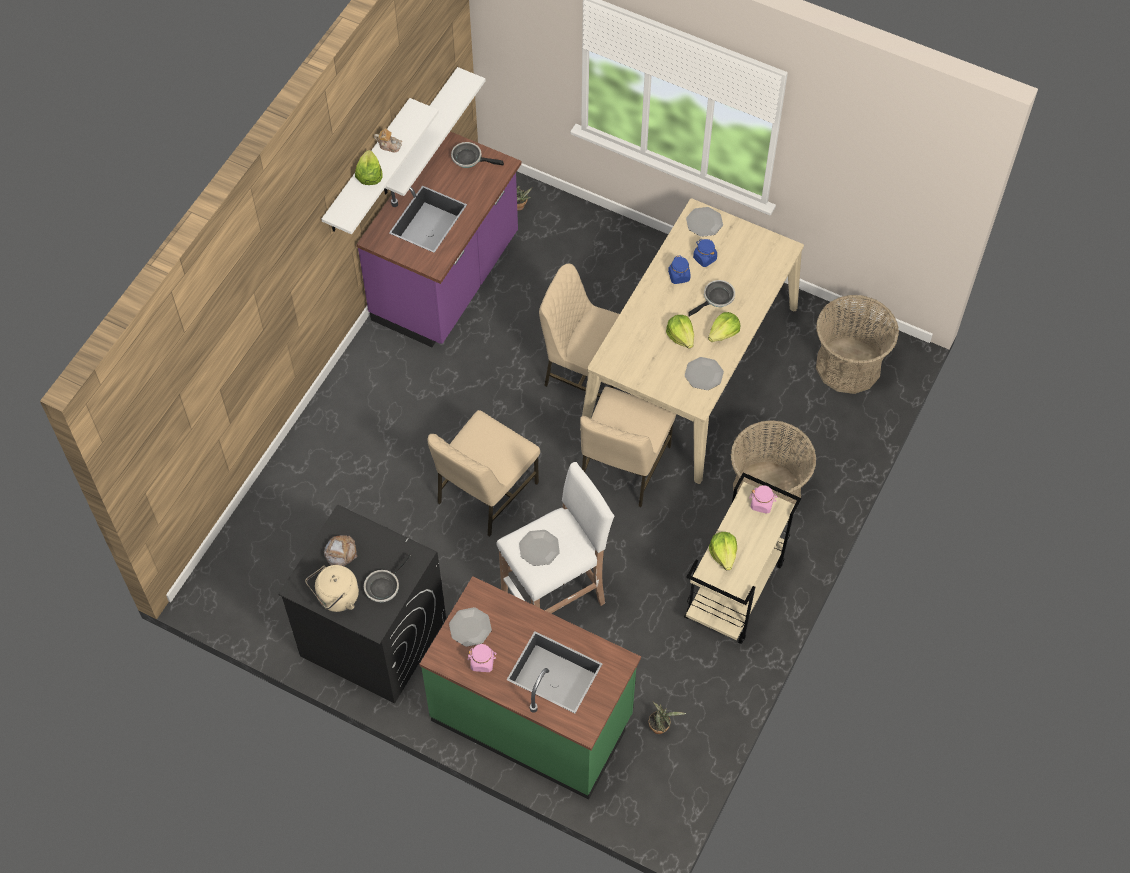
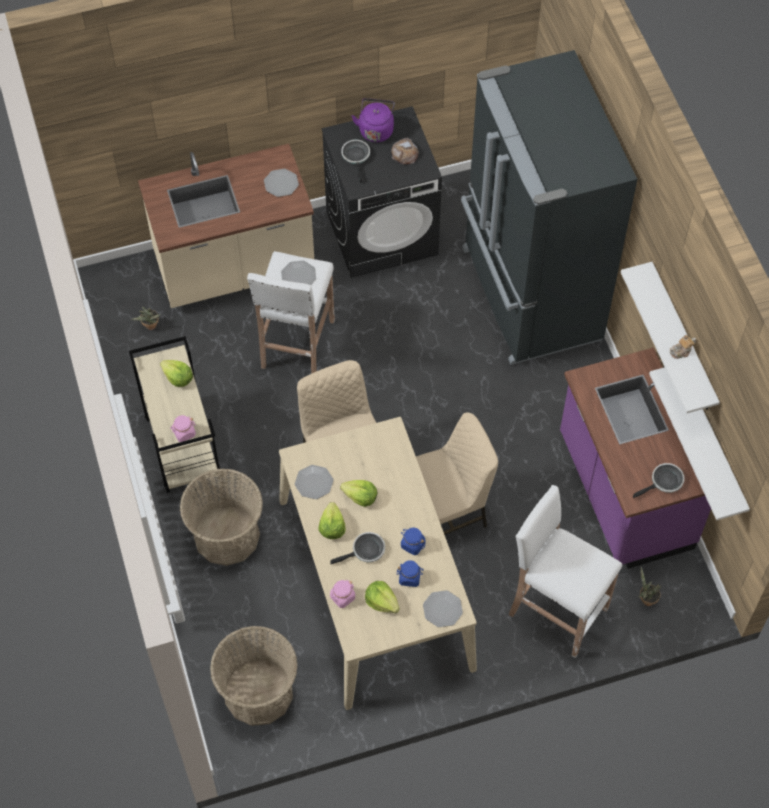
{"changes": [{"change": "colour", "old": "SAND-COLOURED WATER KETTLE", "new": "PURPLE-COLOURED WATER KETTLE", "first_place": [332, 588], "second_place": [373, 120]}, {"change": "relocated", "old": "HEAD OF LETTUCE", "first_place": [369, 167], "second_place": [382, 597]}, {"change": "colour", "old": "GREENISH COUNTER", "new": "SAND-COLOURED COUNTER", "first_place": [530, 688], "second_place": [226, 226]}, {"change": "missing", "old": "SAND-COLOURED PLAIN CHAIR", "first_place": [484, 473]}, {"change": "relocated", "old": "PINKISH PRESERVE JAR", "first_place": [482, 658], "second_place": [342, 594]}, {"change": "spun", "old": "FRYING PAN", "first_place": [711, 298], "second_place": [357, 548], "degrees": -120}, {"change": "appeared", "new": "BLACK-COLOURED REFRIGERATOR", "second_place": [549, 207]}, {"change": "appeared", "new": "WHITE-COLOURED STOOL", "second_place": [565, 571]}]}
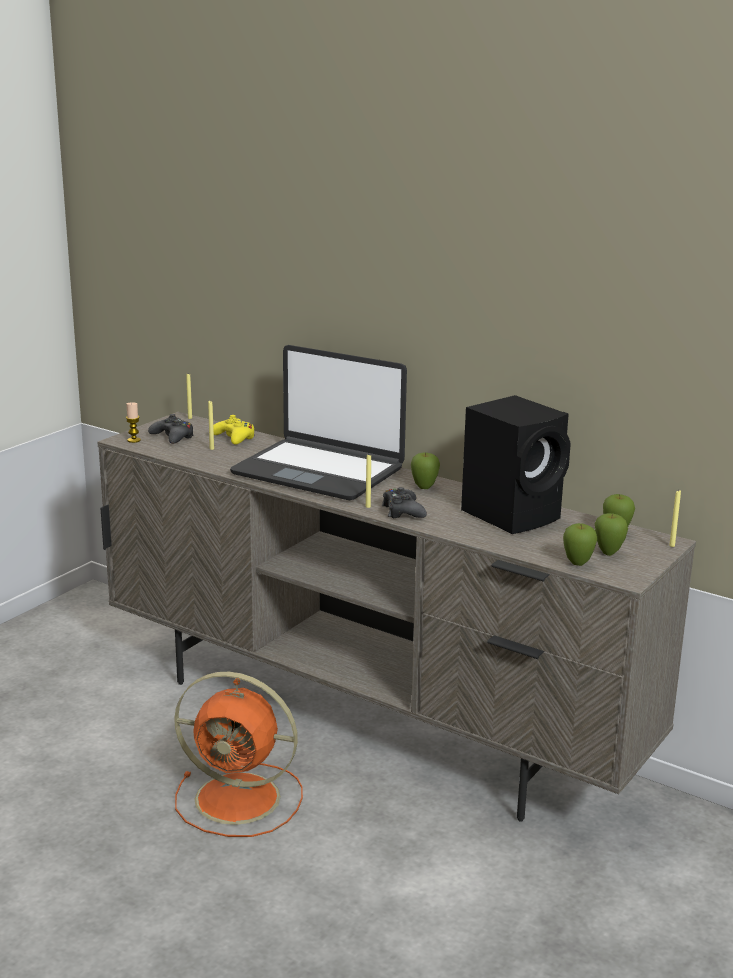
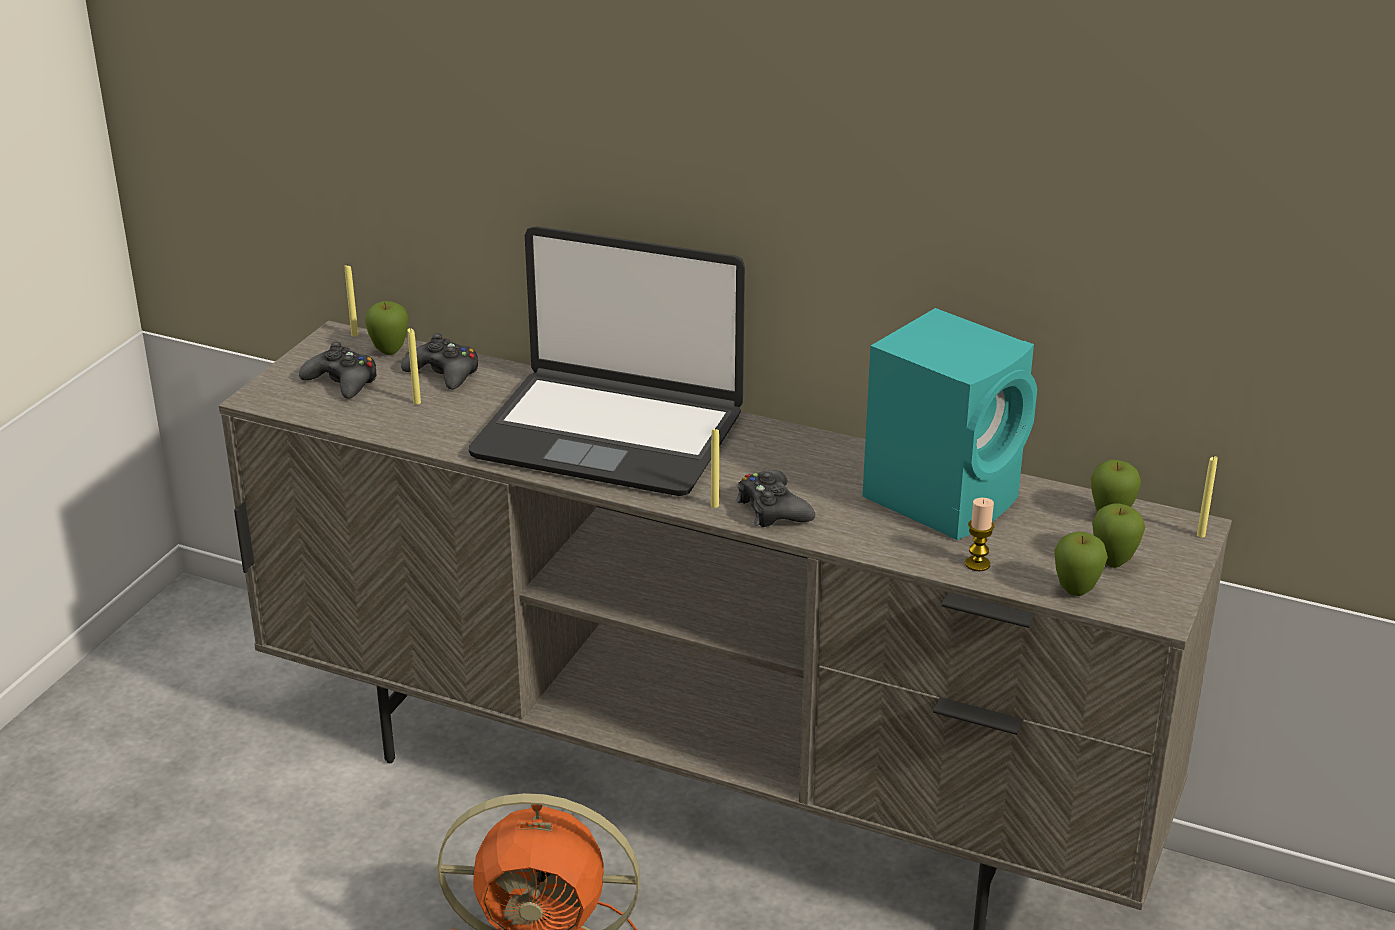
{"changes": [{"change": "relocated", "old": "CANDLE", "first_place": [133, 422], "second_place": [979, 534]}, {"change": "colour", "old": "YELLOW GAMEPAD", "new": "BLACK-COLOURED GAMEPAD", "first_place": [233, 430], "second_place": [439, 361]}, {"change": "relocated", "old": "APPLE", "first_place": [425, 470], "second_place": [386, 328]}, {"change": "colour", "old": "BLACK-COLOURED AUDIO SPEAKER", "new": "BLUE-GREEN AUDIO SPEAKER", "first_place": [516, 464], "second_place": [949, 424]}]}
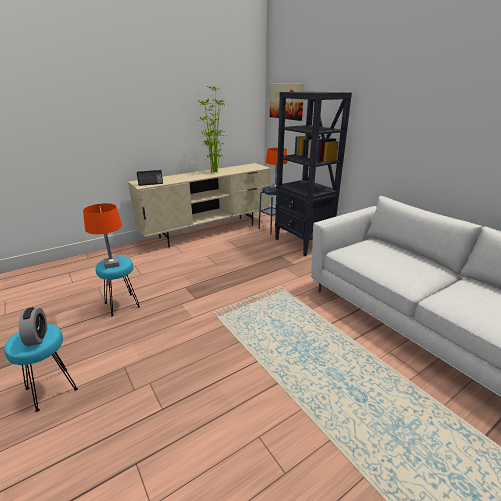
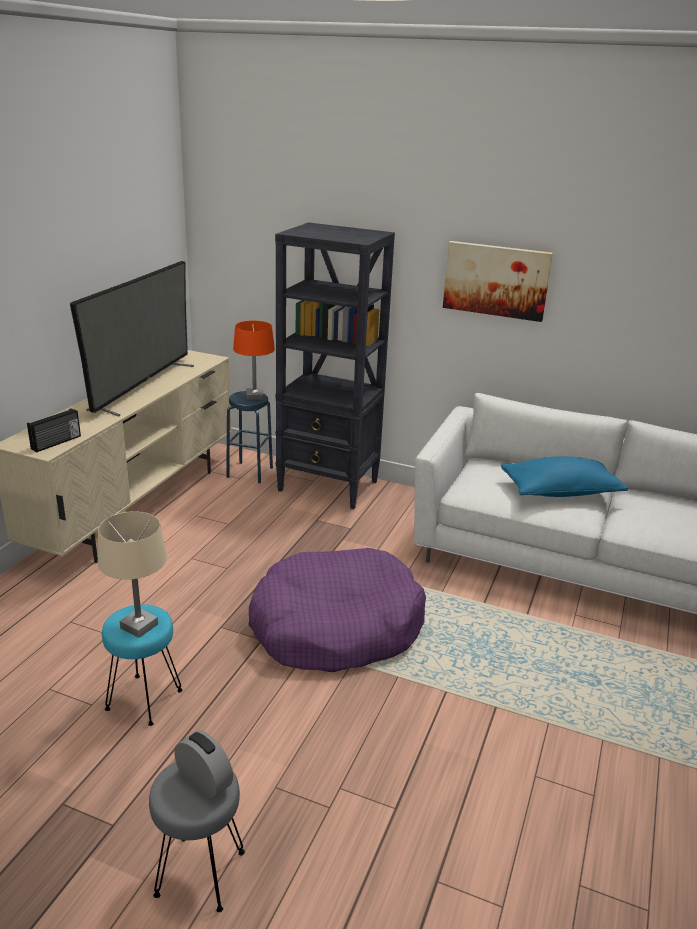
{"changes": [{"change": "colour", "old": "BLUE-GREEN STOOL", "new": "GRAY STOOL", "first_place": [41, 368], "second_place": [197, 837]}, {"change": "colour", "old": "ORANGE TABLETOP LAMP", "new": "SAND-COLOURED TABLETOP LAMP", "first_place": [102, 236], "second_place": [132, 574]}, {"change": "exchanged", "old": "POTTED PLANT", "new": "TELEVISION", "first_place": [212, 129], "second_place": [132, 339]}, {"change": "relocated", "old": "PICTURE", "first_place": [287, 102], "second_place": [498, 281]}, {"change": "appeared", "new": "PURPLE-COLOURED DOG BED", "second_place": [337, 610]}, {"change": "appeared", "new": "BLUE-COLOURED THROW PILLOW", "second_place": [564, 476]}]}
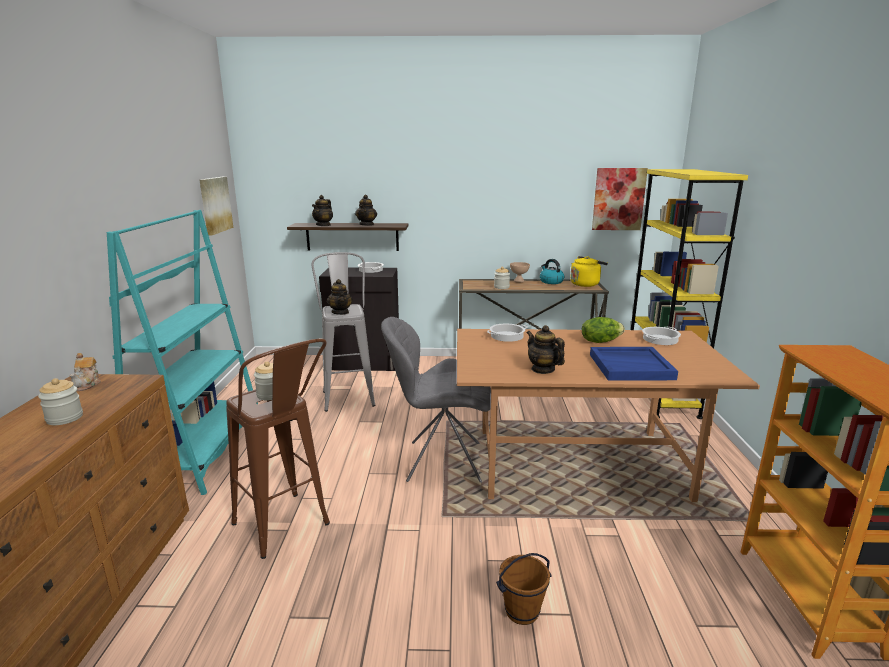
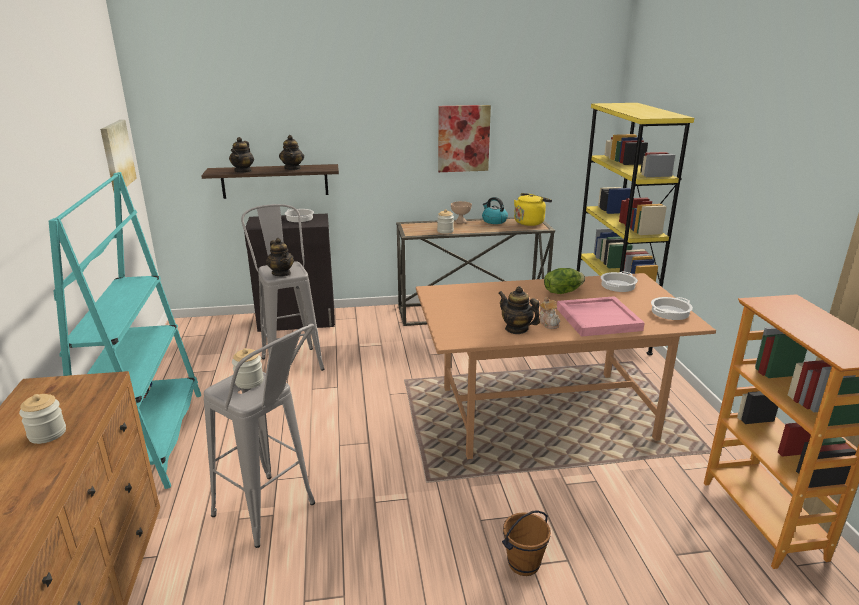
{"changes": [{"change": "relocated", "old": "TEA POT", "first_place": [85, 372], "second_place": [550, 313]}, {"change": "colour", "old": "BROWNISH STOOL", "new": "GRAY STOOL", "first_place": [278, 448], "second_place": [259, 436]}, {"change": "missing", "old": "GRAY PLAIN CHAIR", "first_place": [436, 400]}, {"change": "relocated", "old": "COOKING POT", "first_place": [507, 333], "second_place": [672, 308]}, {"change": "colour", "old": "BLUE-COLOURED CARRYING TRAY", "new": "PINKISH CARRYING TRAY", "first_place": [634, 364], "second_place": [600, 316]}, {"change": "relocated", "old": "PICTURE", "first_place": [620, 199], "second_place": [464, 138]}]}
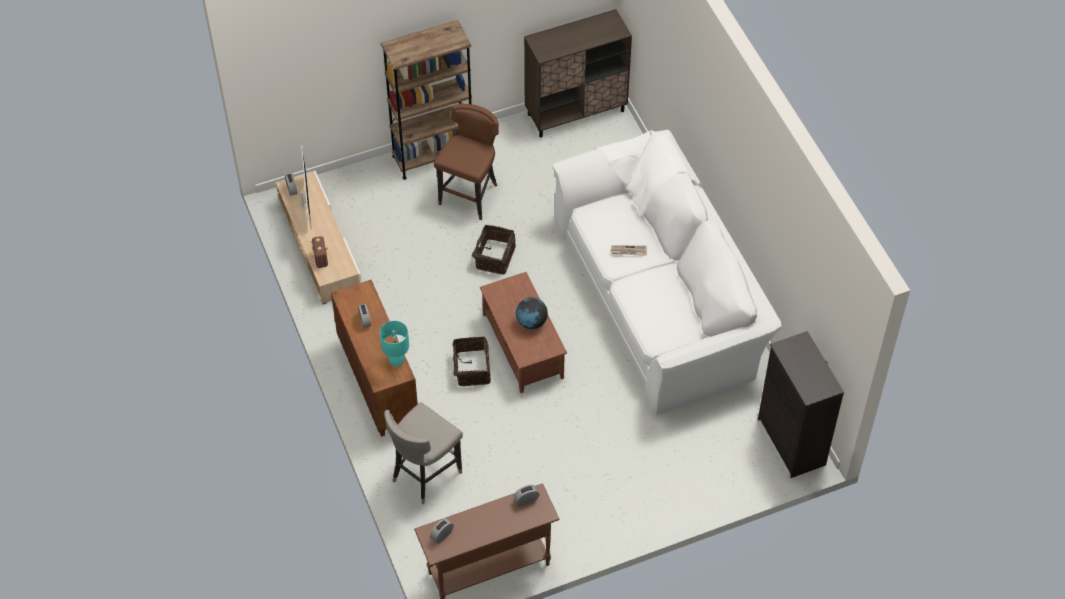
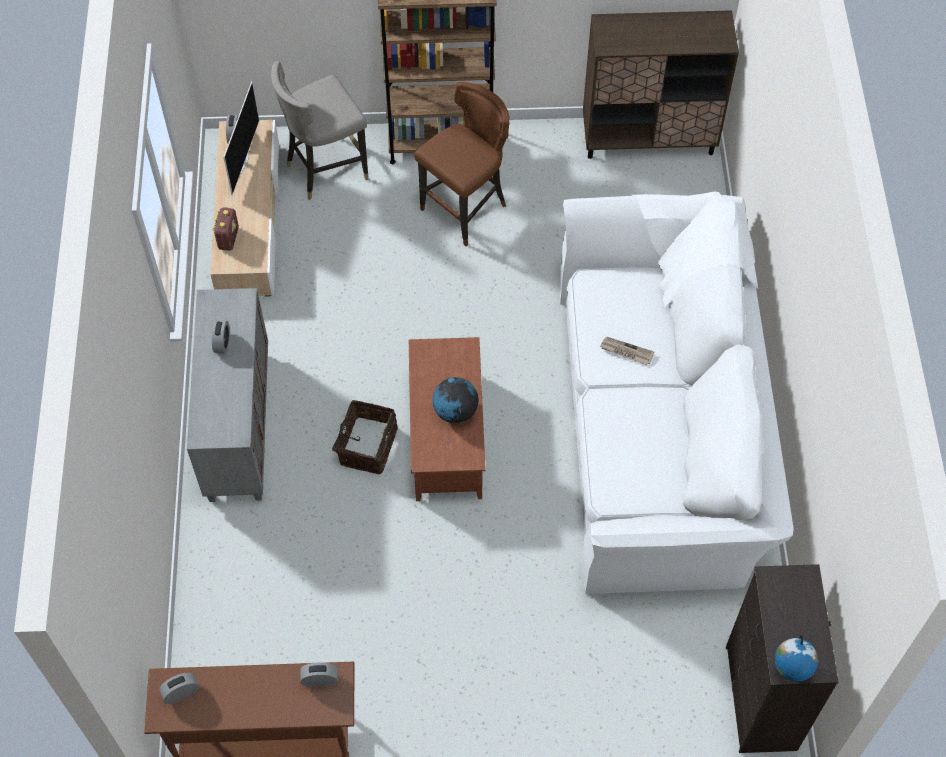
{"changes": [{"change": "colour", "old": "BROWNISH CABINET", "new": "GRAY CABINET", "first_place": [374, 358], "second_place": [227, 395]}, {"change": "missing", "old": "BLUE-GREEN TABLETOP LAMP", "first_place": [394, 344]}, {"change": "relocated", "old": "GRAY STOOL", "first_place": [424, 453], "second_place": [319, 130]}, {"change": "missing", "old": "STORAGE BASKET", "first_place": [490, 250]}, {"change": "appeared", "new": "DESK GLOBE", "second_place": [796, 658]}]}
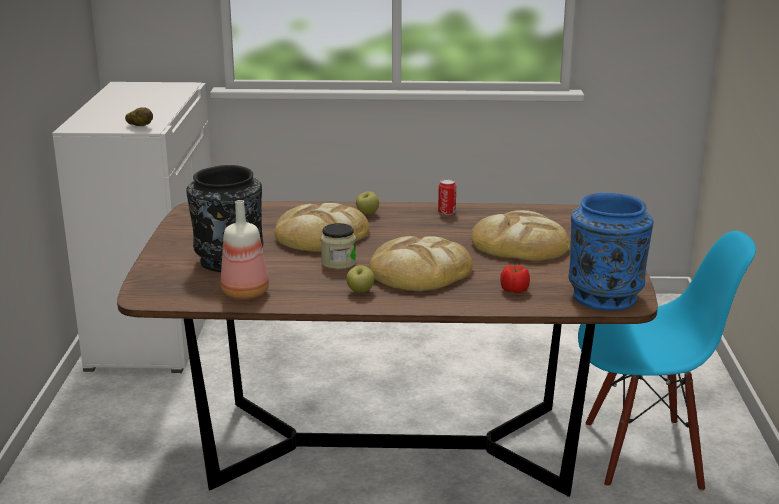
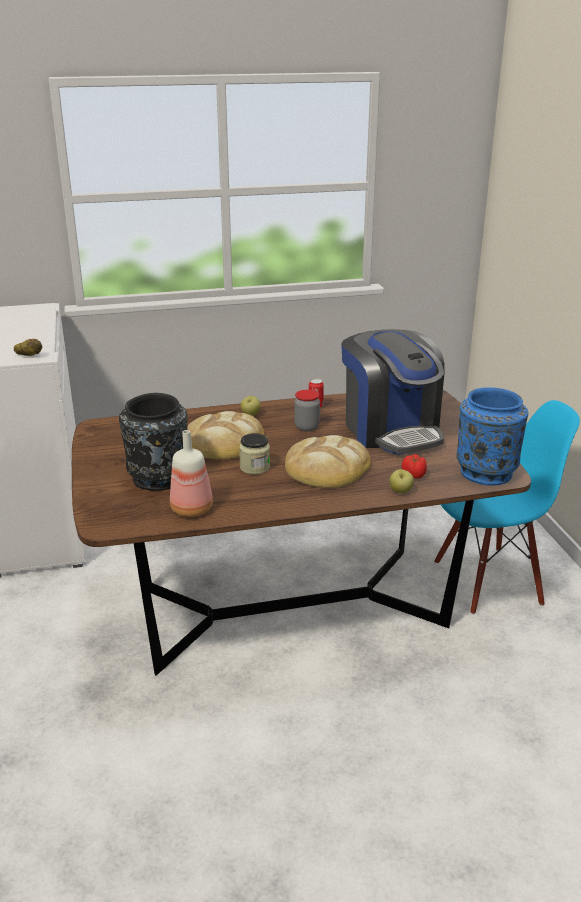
{"changes": [{"change": "relocated", "old": "APPLE", "first_place": [360, 279], "second_place": [401, 481]}, {"change": "exchanged", "old": "BAKERY BREAD", "new": "COFFEE MACHINE", "first_place": [520, 235], "second_place": [393, 392]}, {"change": "appeared", "new": "PRESERVE JAR", "second_place": [307, 411]}]}
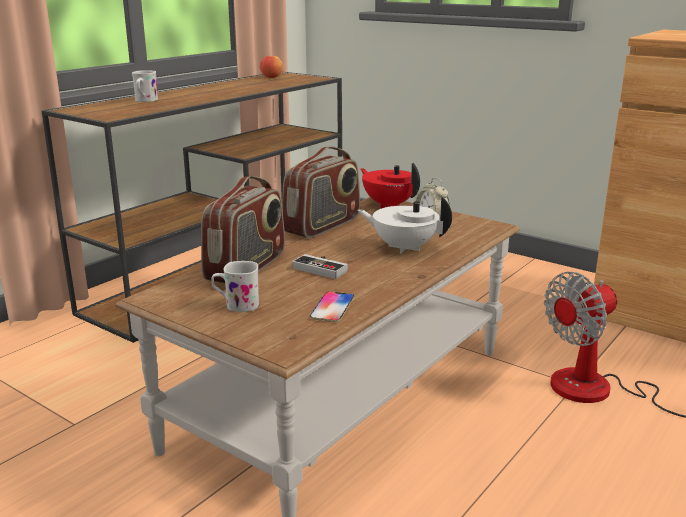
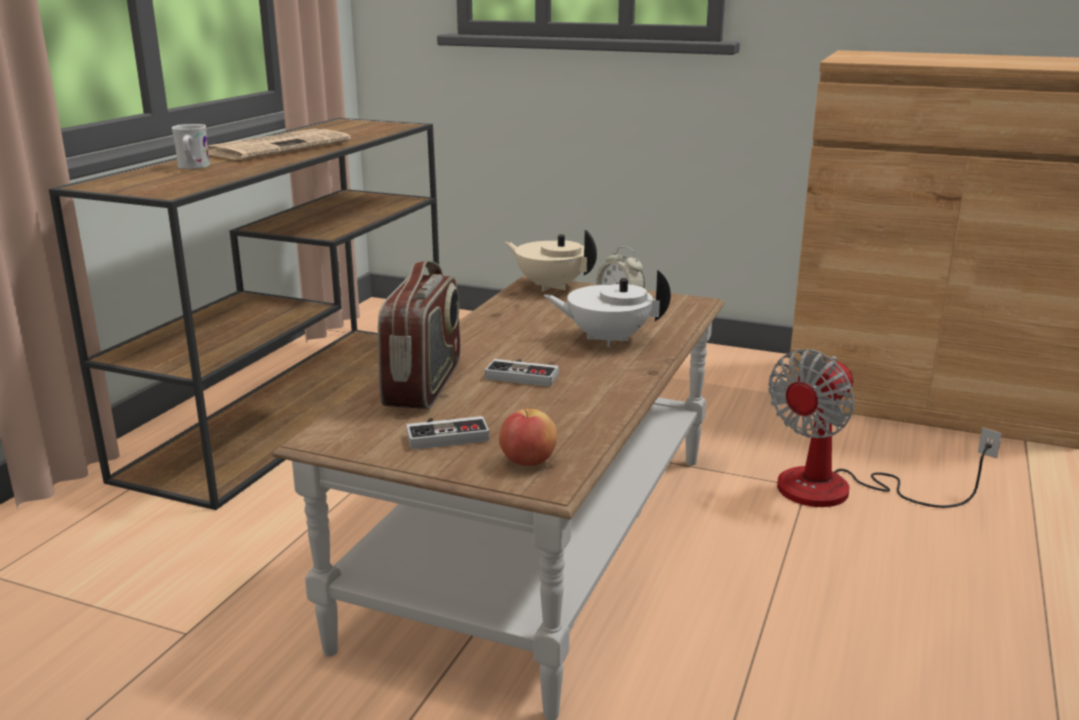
{"changes": [{"change": "exchanged", "old": "WHITE-COLOURED TEA MUG", "new": "GAMEPAD", "first_place": [235, 286], "second_place": [448, 433]}, {"change": "relocated", "old": "APPLE", "first_place": [271, 66], "second_place": [528, 437]}, {"change": "missing", "old": "RADIO", "first_place": [321, 192]}, {"change": "missing", "old": "TELEPHONE", "first_place": [332, 306]}, {"change": "colour", "old": "RED TEA POT", "new": "SAND-COLOURED TEA POT", "first_place": [390, 185], "second_place": [551, 261]}, {"change": "appeared", "new": "NEWSPAPER", "second_place": [279, 144]}]}
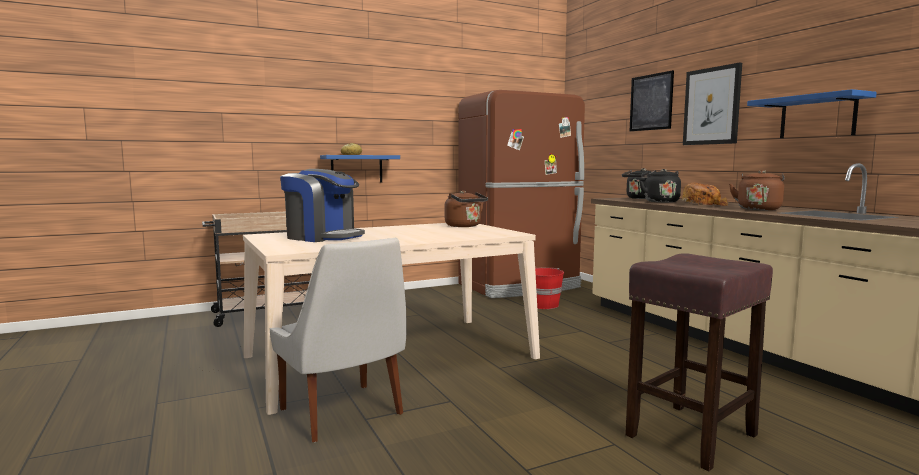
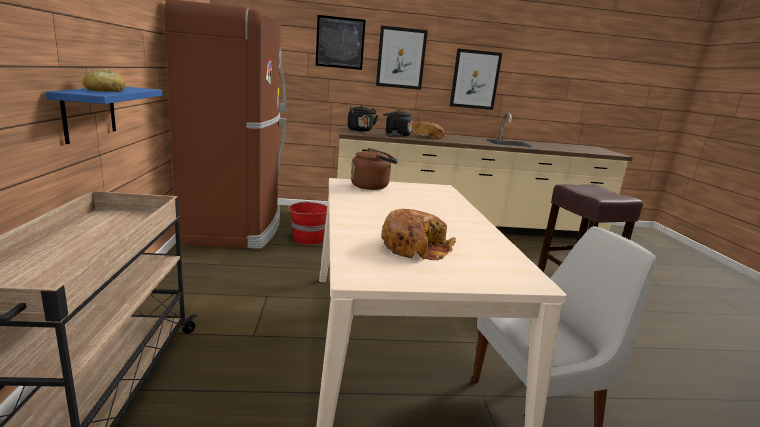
{"changes": [{"change": "exchanged", "old": "COFFEE MACHINE", "new": "BAKERY BREAD", "first_place": [322, 205], "second_place": [418, 234]}, {"change": "missing", "old": "BROWNISH WATER KETTLE", "first_place": [756, 190]}, {"change": "exchanged", "old": "BLUE-COLOURED WALL SHELF", "new": "PICTURE", "first_place": [812, 113], "second_place": [476, 79]}]}
